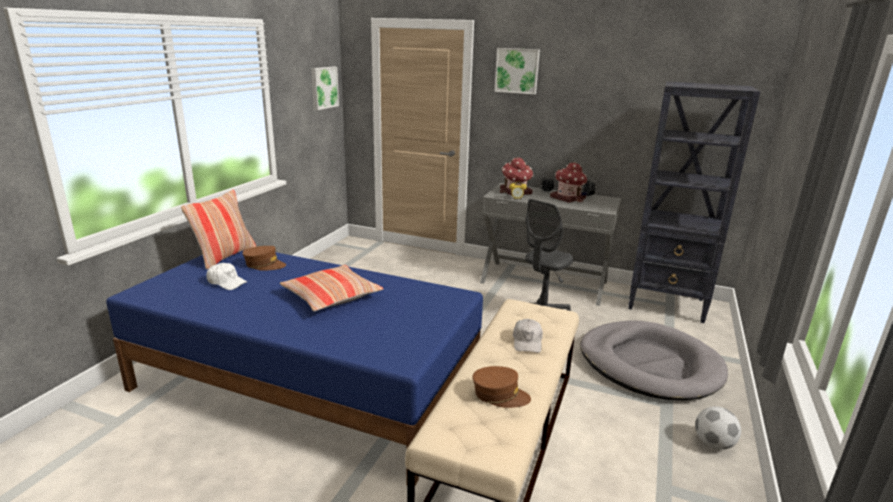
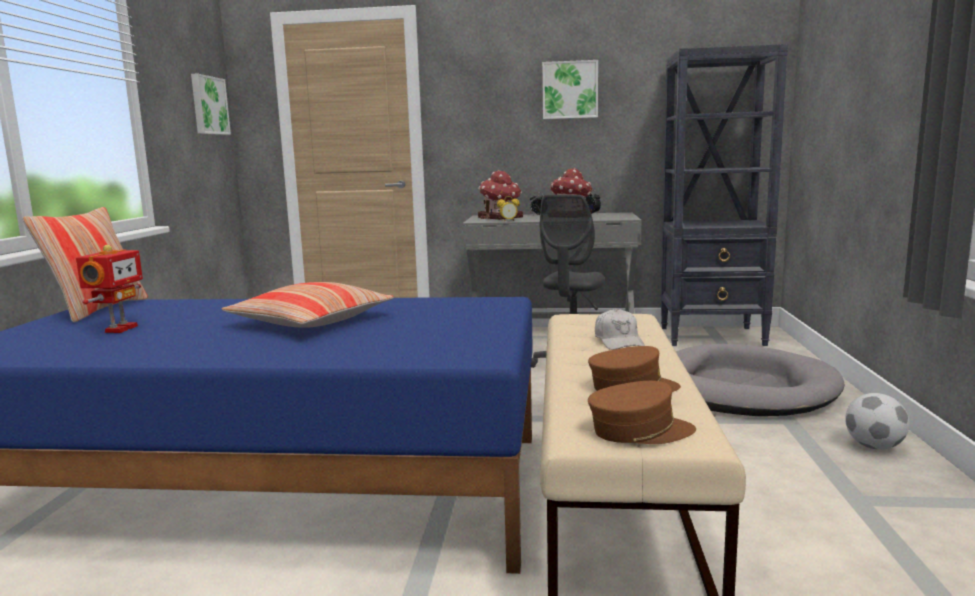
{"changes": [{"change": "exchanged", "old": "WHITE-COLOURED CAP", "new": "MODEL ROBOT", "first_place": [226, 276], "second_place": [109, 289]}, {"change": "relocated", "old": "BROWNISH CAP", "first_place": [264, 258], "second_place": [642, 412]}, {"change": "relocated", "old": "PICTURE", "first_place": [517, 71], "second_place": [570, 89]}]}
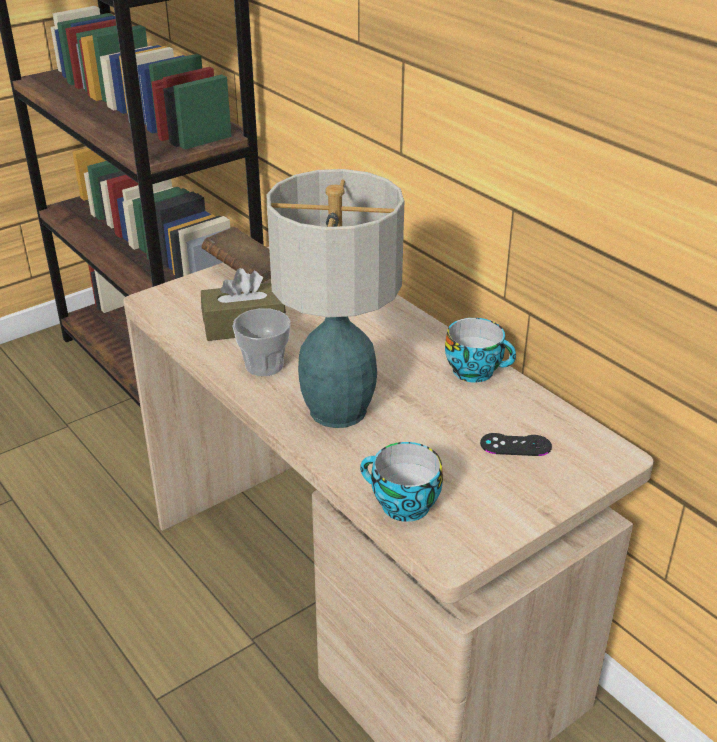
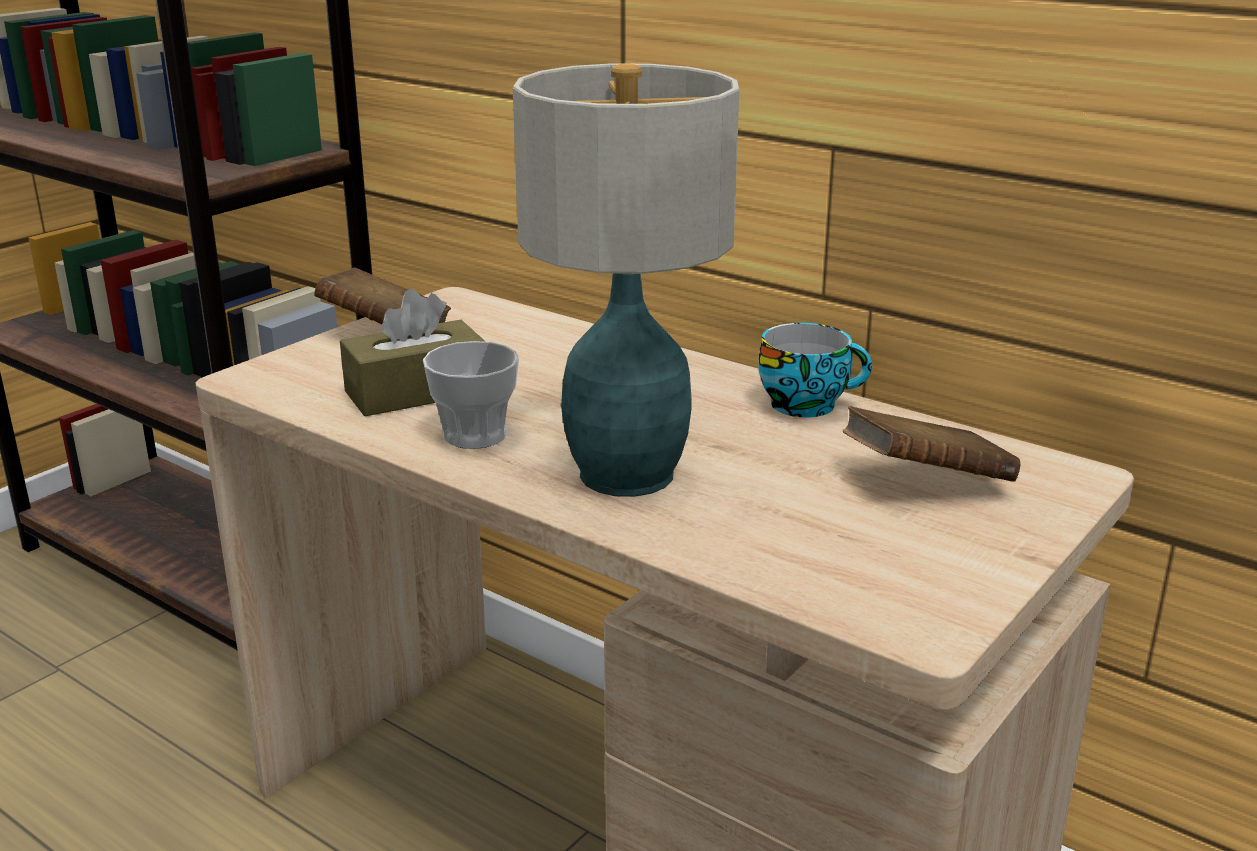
{"changes": [{"change": "missing", "old": "DRINKING CUP", "first_place": [401, 482]}, {"change": "exchanged", "old": "BLACK-COLOURED GAMEPAD", "new": "BROWNISH VOLUME", "first_place": [516, 444], "second_place": [932, 444]}]}
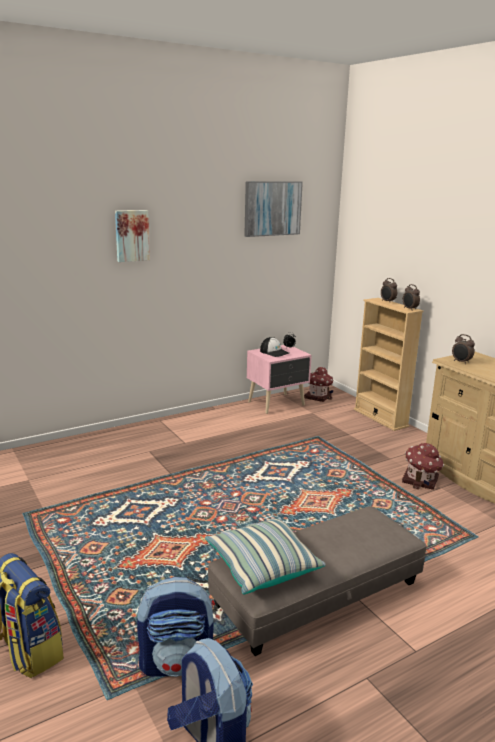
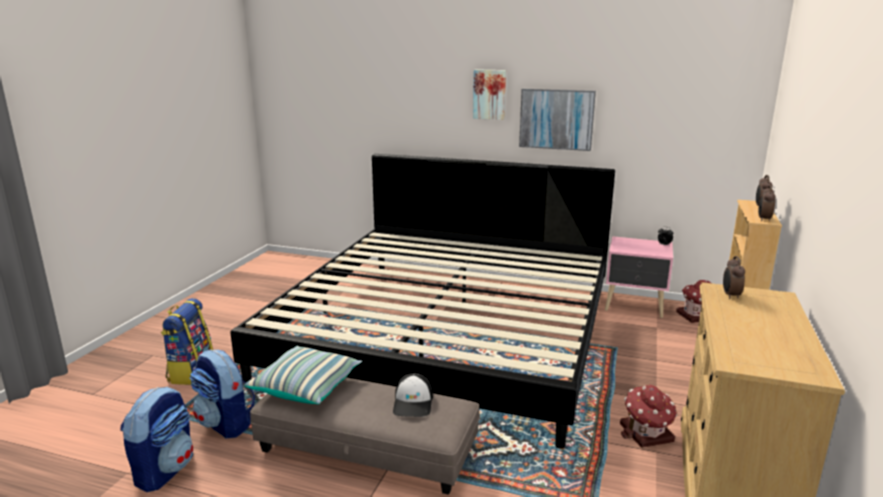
{"changes": [{"change": "relocated", "old": "PICTURE", "first_place": [273, 209], "second_place": [557, 120]}, {"change": "relocated", "old": "CAP", "first_place": [274, 347], "second_place": [413, 395]}, {"change": "appeared", "new": "BEDROOM BED", "second_place": [423, 301]}]}
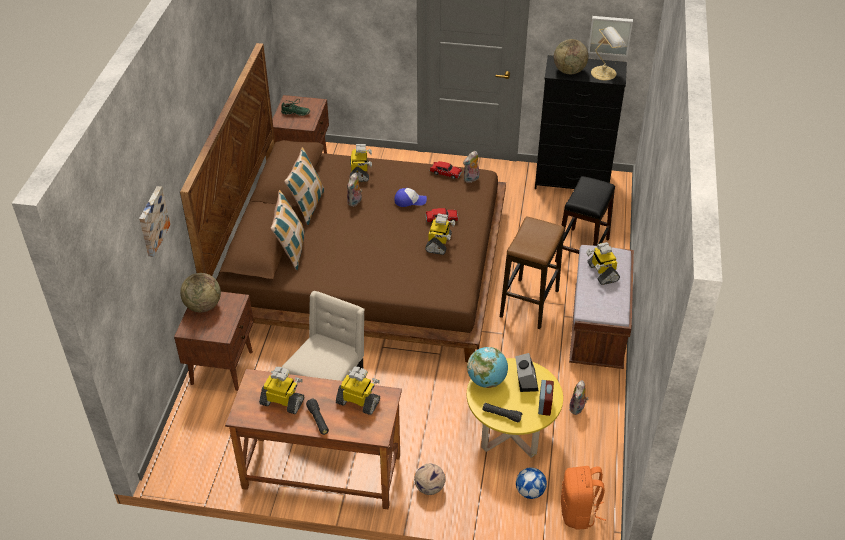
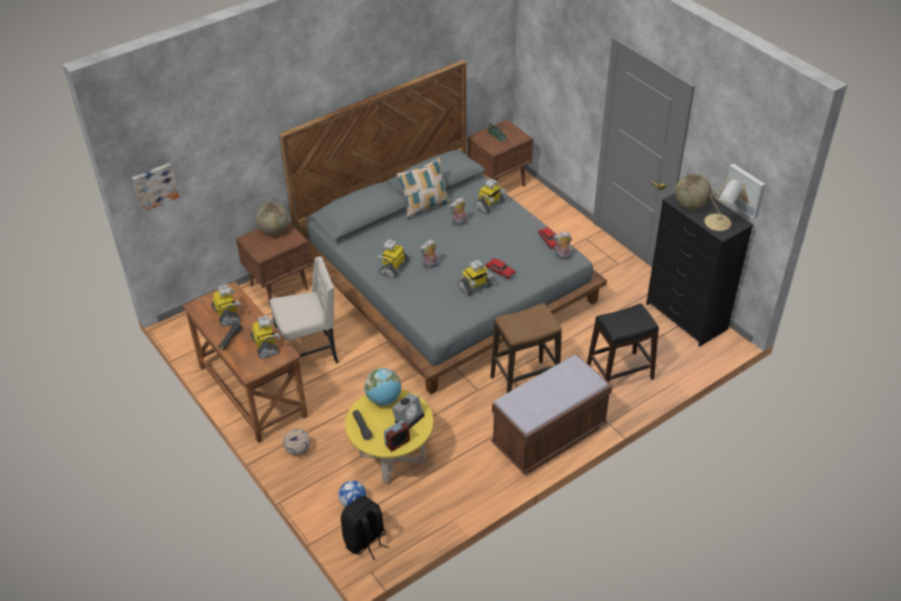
{"changes": [{"change": "relocated", "old": "PICTURE", "first_place": [154, 221], "second_place": [156, 187]}, {"change": "colour", "old": "BROWNISH BEDROOM BED", "new": "GRAY BEDROOM BED", "first_place": [343, 202], "second_place": [443, 227]}, {"change": "missing", "old": "THROW PILLOW", "first_place": [287, 230]}, {"change": "missing", "old": "CAP", "first_place": [410, 197]}, {"change": "colour", "old": "ORANGE RUCKSACK", "new": "BLACK-COLOURED RUCKSACK", "first_place": [583, 497], "second_place": [365, 528]}, {"change": "relocated", "old": "CUDDLY TOY", "first_place": [578, 397], "second_place": [428, 254]}, {"change": "relocated", "old": "MODEL ROBOT", "first_place": [603, 263], "second_place": [392, 259]}]}
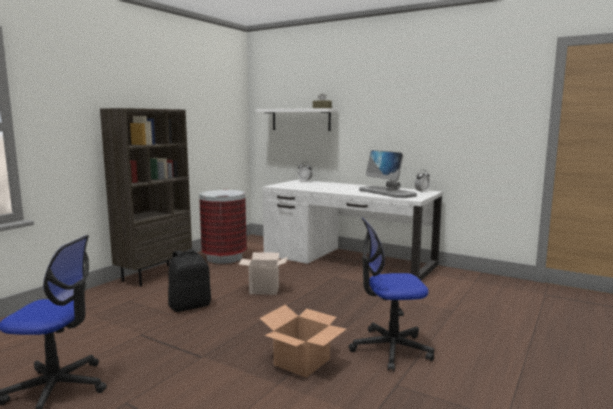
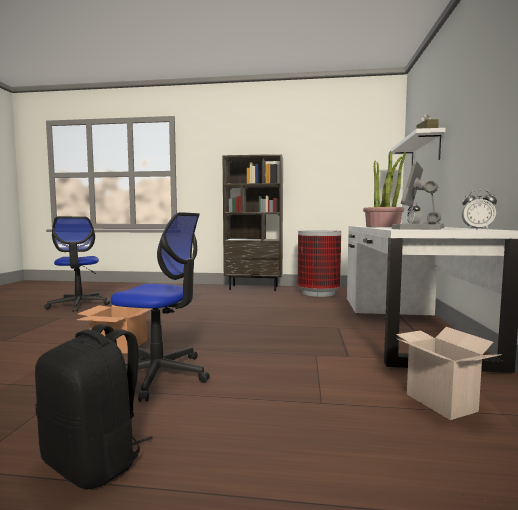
{"changes": [{"change": "relocated", "old": "BLACK-COLOURED RUCKSACK", "first_place": [189, 280], "second_place": [94, 406]}, {"change": "relocated", "old": "CARTON", "first_place": [263, 273], "second_place": [449, 373]}, {"change": "spun", "old": "DESK CHAIR", "first_place": [391, 294], "second_place": [160, 307], "degrees": 135}, {"change": "appeared", "new": "POTTED PLANT", "second_place": [384, 189]}]}
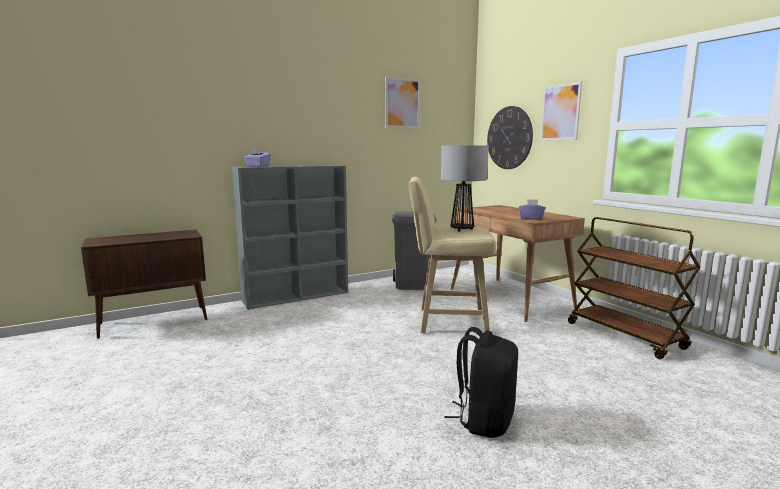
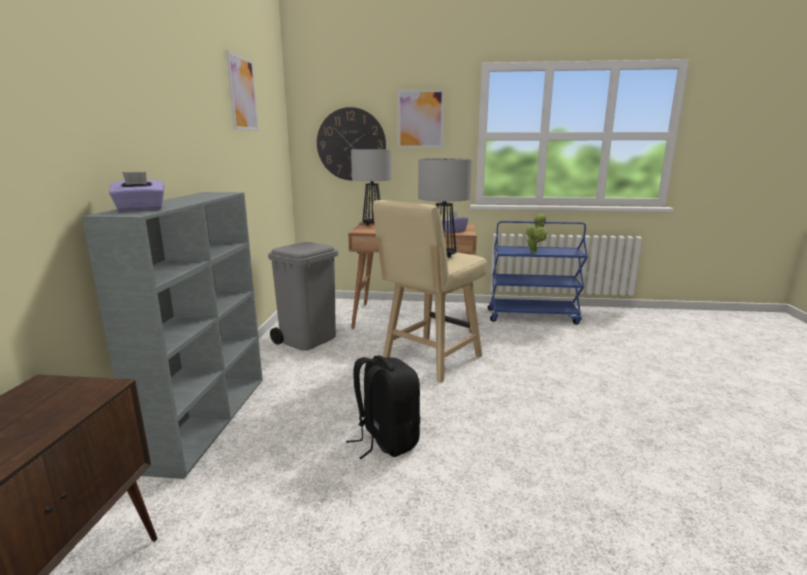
{"changes": [{"change": "relocated", "old": "BLACK-COLOURED RUCKSACK", "first_place": [481, 382], "second_place": [383, 407]}, {"change": "colour", "old": "BROWNISH TROLLEY", "new": "BLUE-COLOURED TROLLEY", "first_place": [634, 288], "second_place": [538, 273]}, {"change": "appeared", "new": "TABLETOP LAMP", "second_place": [371, 187]}, {"change": "appeared", "new": "POTTED PLANT", "second_place": [536, 233]}]}
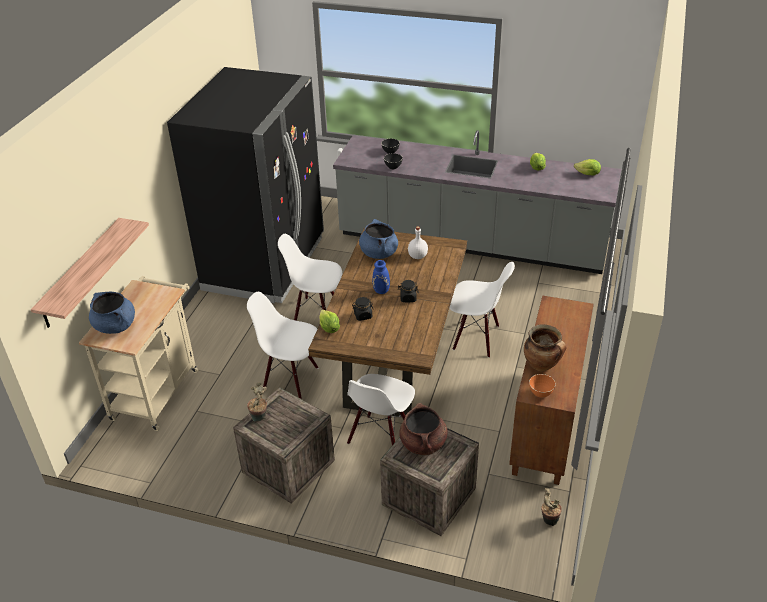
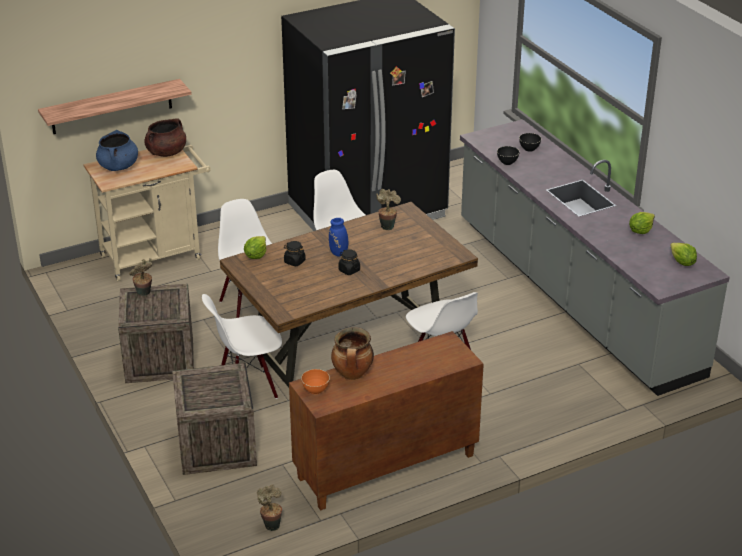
{"changes": [{"change": "exchanged", "old": "BLUE-COLOURED COOKING POT", "new": "POTTED PLANT", "first_place": [378, 239], "second_place": [388, 210]}, {"change": "relocated", "old": "BROWNISH COOKING POT", "first_place": [423, 429], "second_place": [165, 137]}, {"change": "missing", "old": "WHITE-COLOURED BOTTLE", "first_place": [418, 242]}]}
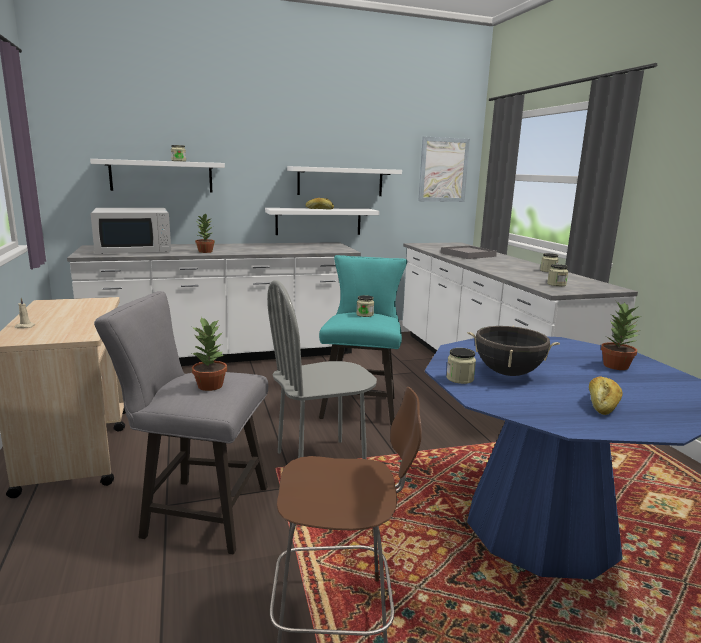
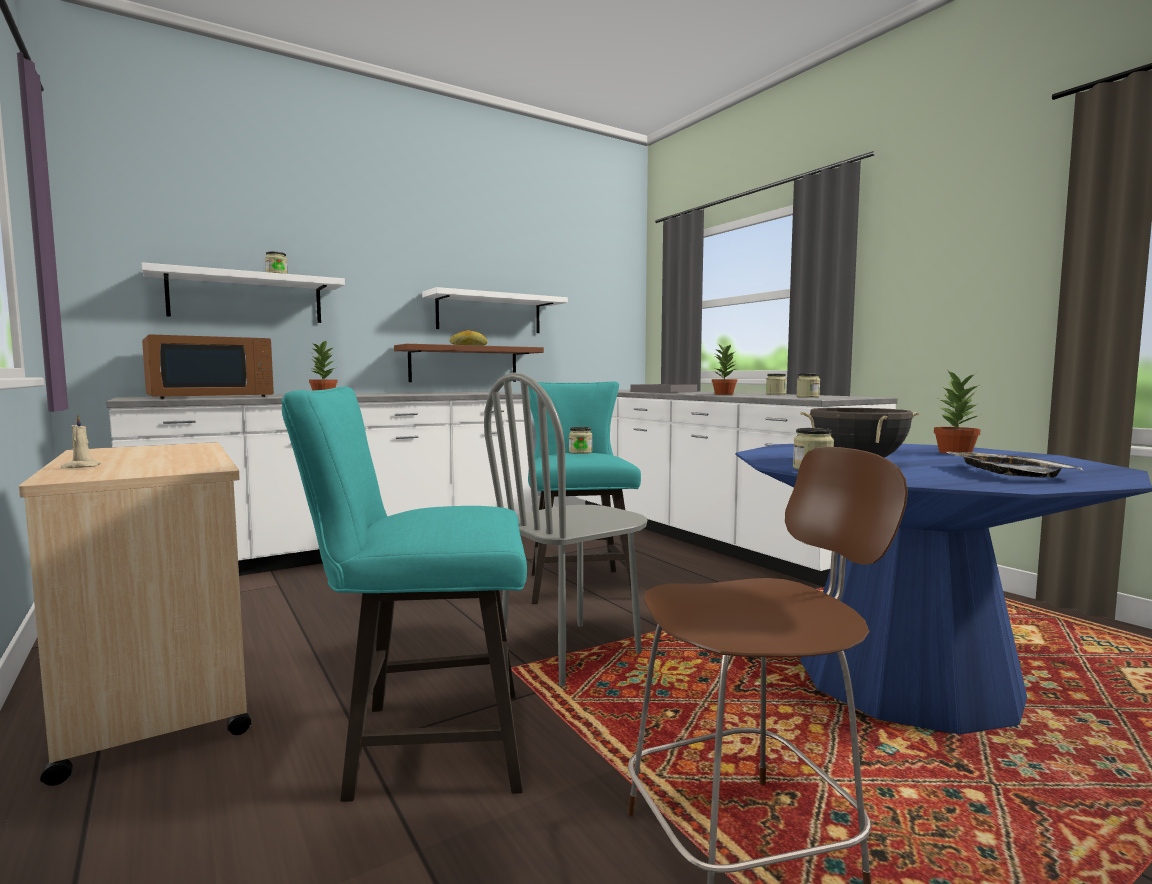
{"changes": [{"change": "colour", "old": "WHITE-COLOURED MICROWAVE", "new": "BROWNISH MICROWAVE", "first_place": [131, 231], "second_place": [208, 366]}, {"change": "colour", "old": "GRAY STOOL", "new": "BLUE-GREEN STOOL", "first_place": [181, 422], "second_place": [404, 594]}, {"change": "relocated", "old": "POTTED PLANT", "first_place": [209, 354], "second_place": [724, 369]}, {"change": "colour", "old": "WHITE-COLOURED WALL SHELF", "new": "BROWNISH WALL SHELF", "first_place": [322, 221], "second_place": [469, 363]}, {"change": "missing", "old": "PICTURE", "first_place": [444, 169]}, {"change": "exchanged", "old": "BAKERY BREAD", "new": "CARRYING TRAY", "first_place": [606, 395], "second_place": [1015, 465]}]}
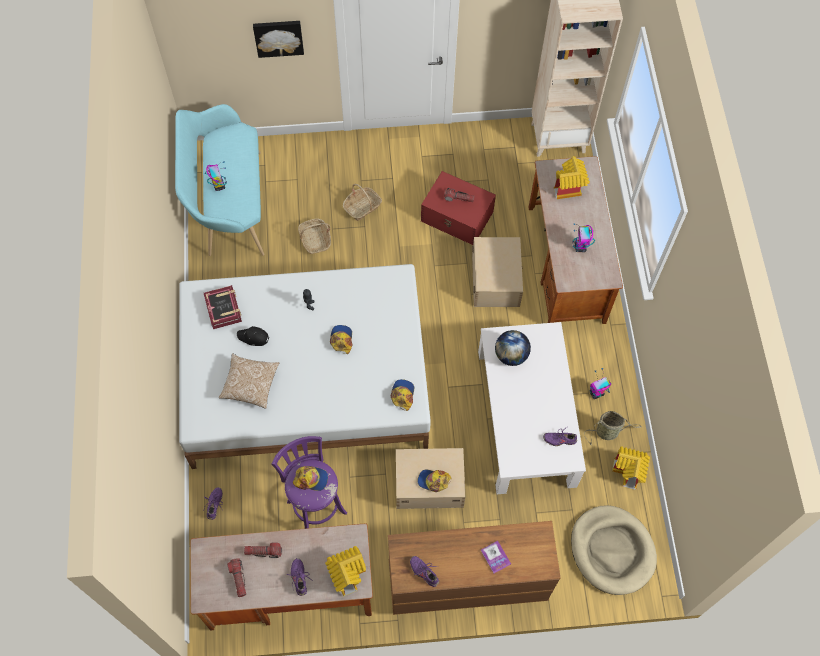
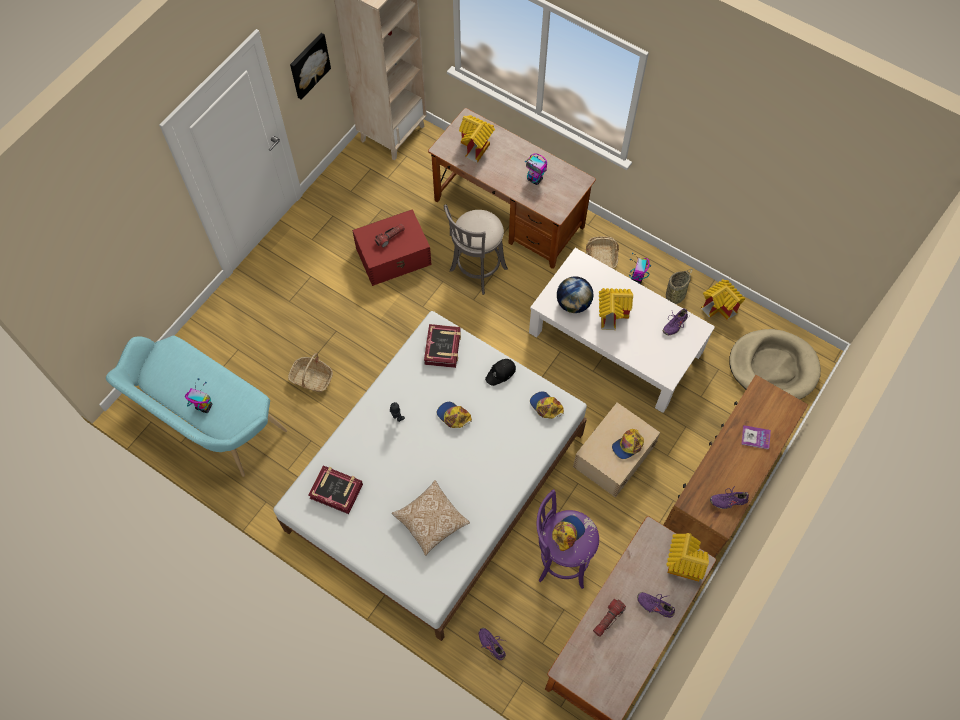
{"changes": [{"change": "missing", "old": "FLASHLIGHT", "first_place": [236, 577]}, {"change": "relocated", "old": "BLACK-COLOURED CAP", "first_place": [253, 336], "second_place": [500, 372]}, {"change": "relocated", "old": "PICTURE", "first_place": [278, 39], "second_place": [310, 66]}, {"change": "relocated", "old": "STORAGE BASKET", "first_place": [362, 202], "second_place": [602, 252]}, {"change": "exchanged", "old": "SAND-COLOURED STORAGE BOX", "new": "GRAY STOOL", "first_place": [497, 272], "second_place": [476, 250]}, {"change": "appeared", "new": "VOLUME", "second_place": [442, 346]}, {"change": "appeared", "new": "TOY HOUSE", "second_place": [616, 309]}]}
